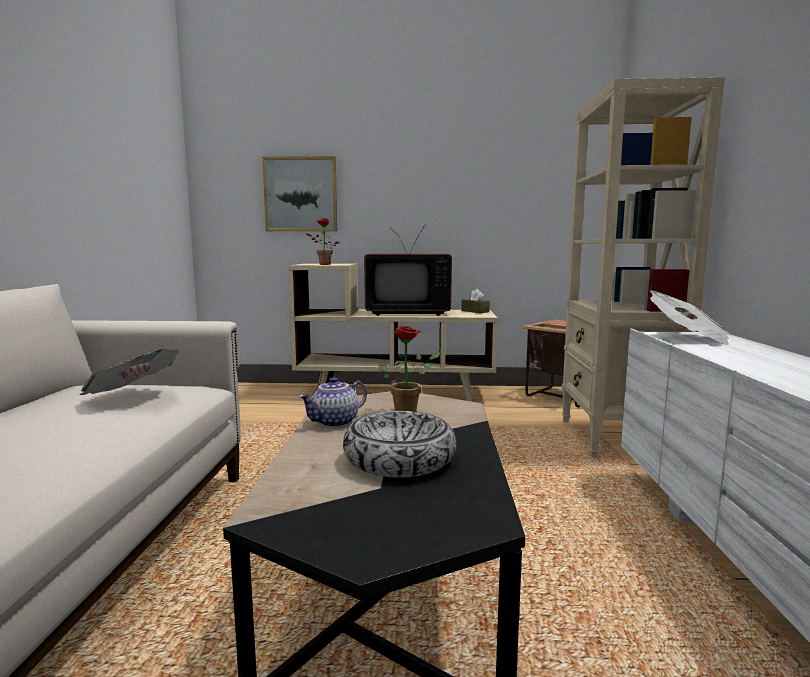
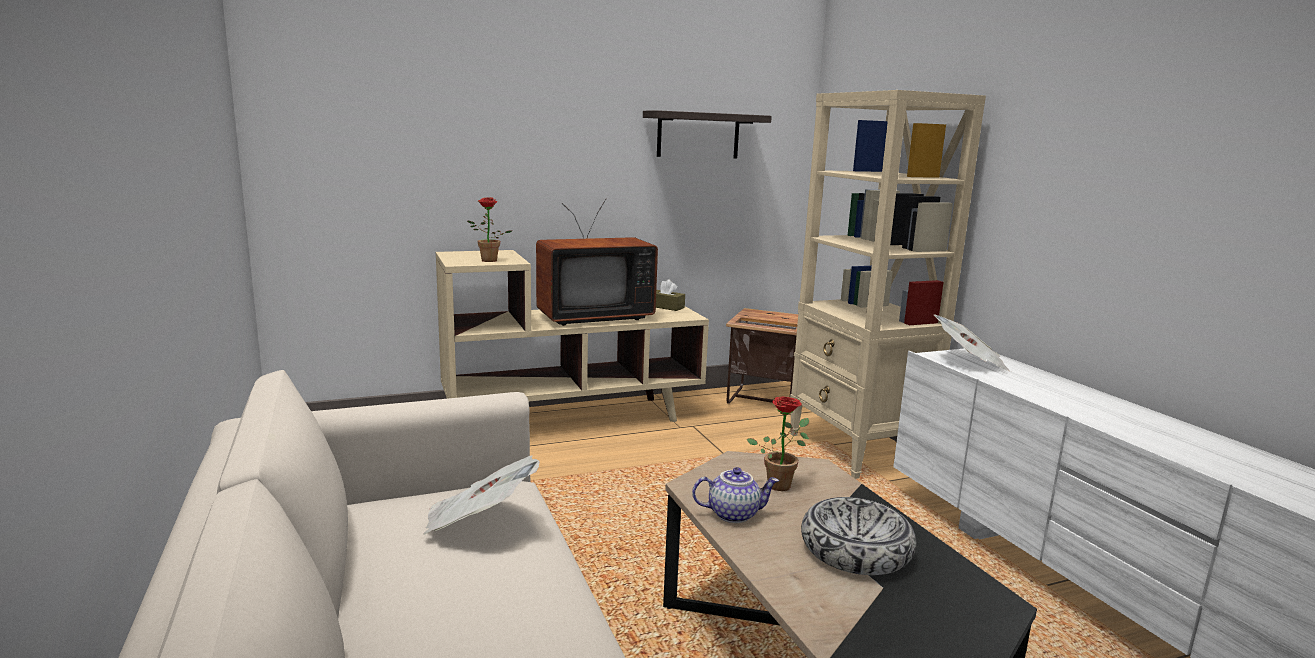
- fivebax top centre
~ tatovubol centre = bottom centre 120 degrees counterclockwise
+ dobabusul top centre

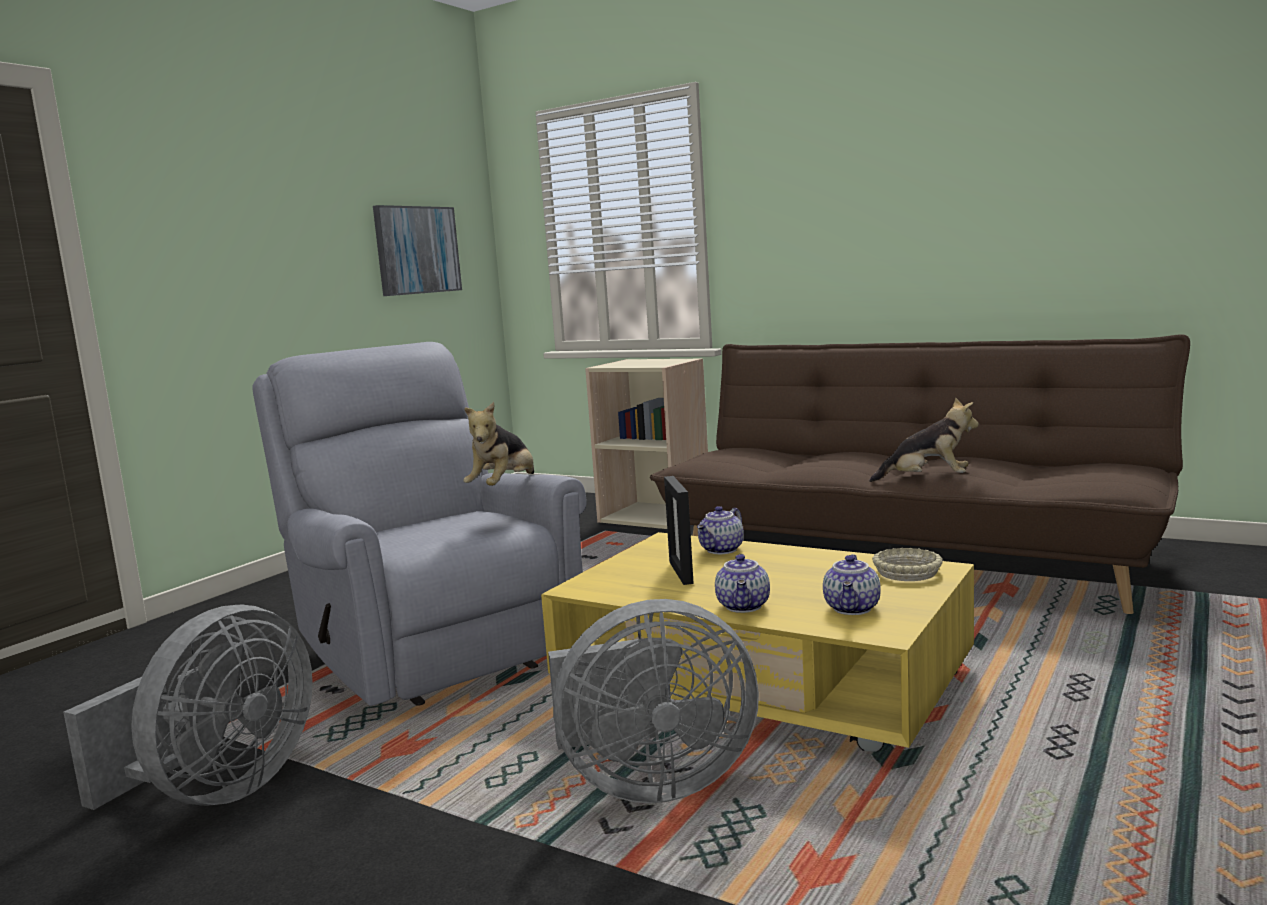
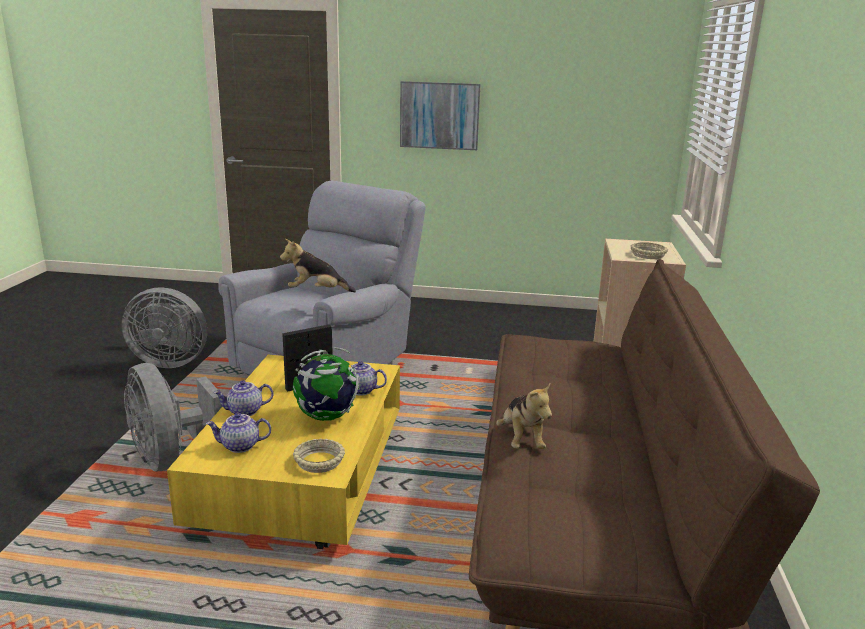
~ fivebax top left to top centre
+ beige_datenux (no. 2 from left) middle right
+ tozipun centre

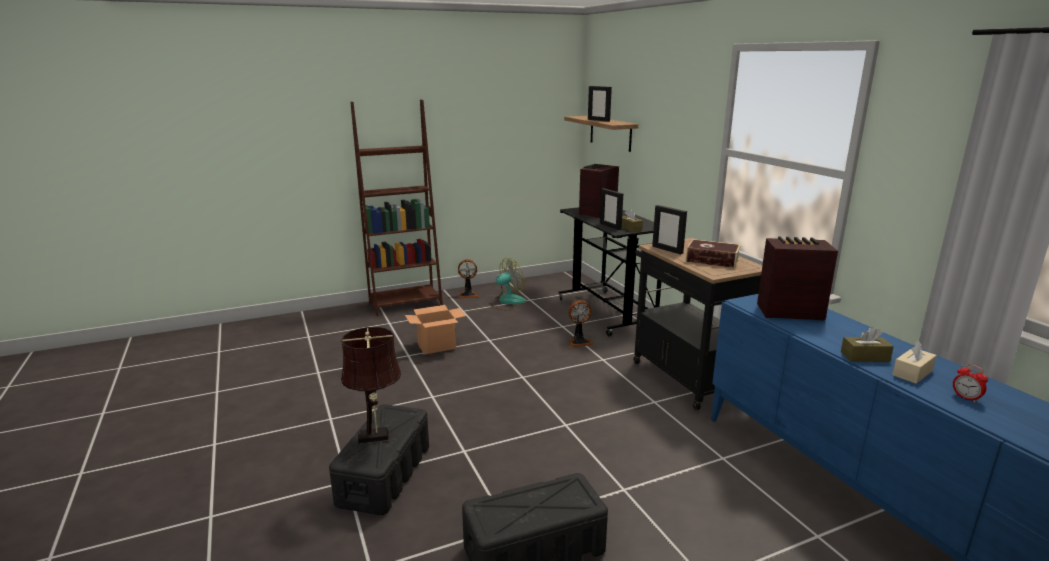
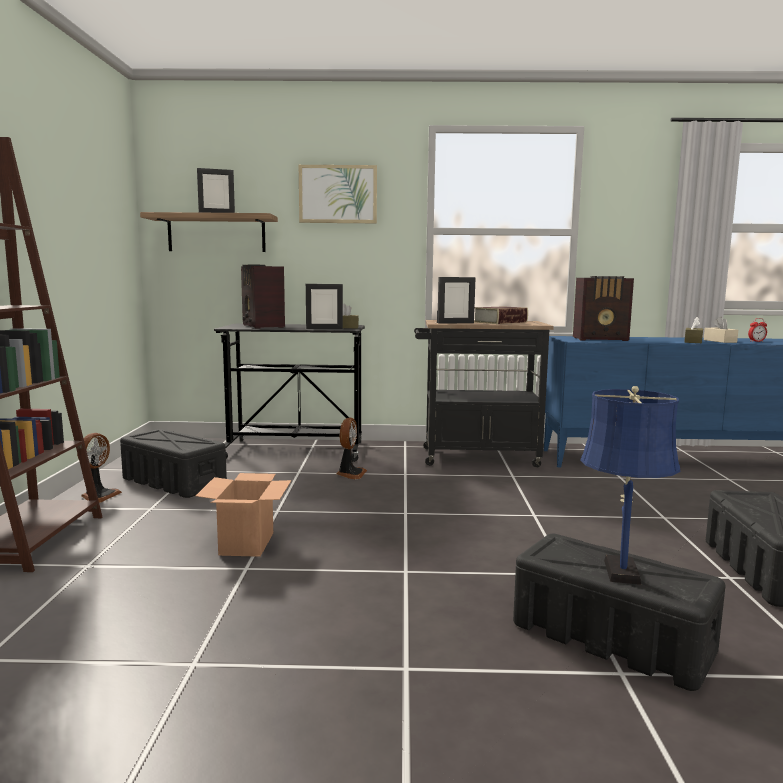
~ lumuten (no. 2 from left) middle right = middle right 120 degrees counterclockwise
~ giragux (no. 2 from left) centre to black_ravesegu (no. 1 from left) middle left
~ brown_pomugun bottom centre to blue_pomugun middle right
+ fivebax top centre

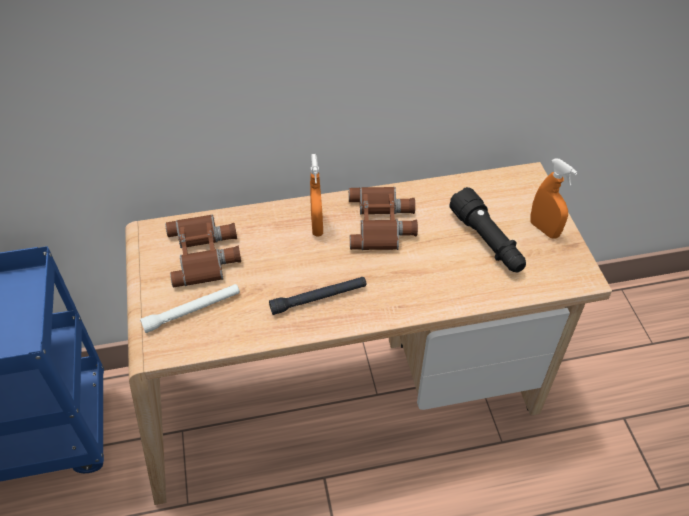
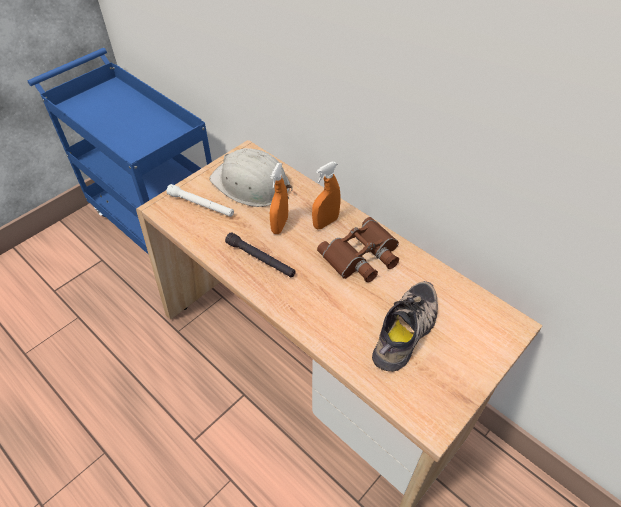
~ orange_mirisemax (no. 2 from left in the first image) middle right to orange_mirisemax (no. 1 from left) centre
~ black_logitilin (no. 2 from left) middle right to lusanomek centre
~ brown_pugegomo (no. 1 from left) middle left to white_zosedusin centre

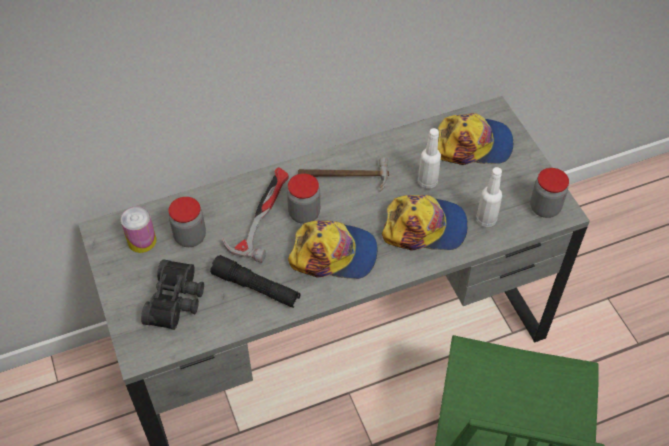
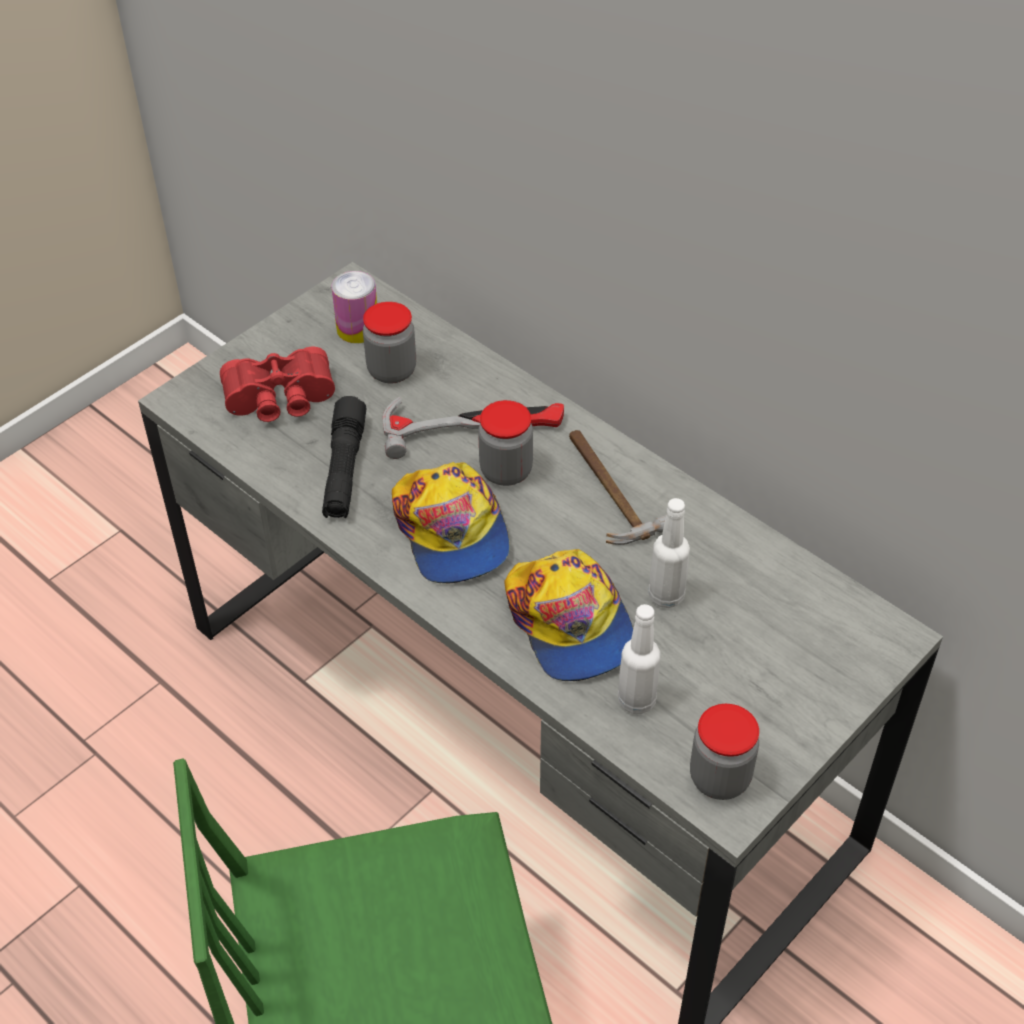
- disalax (no. 3 from left) top right
~ black_pugegomo middle left to red_pugegomo middle left

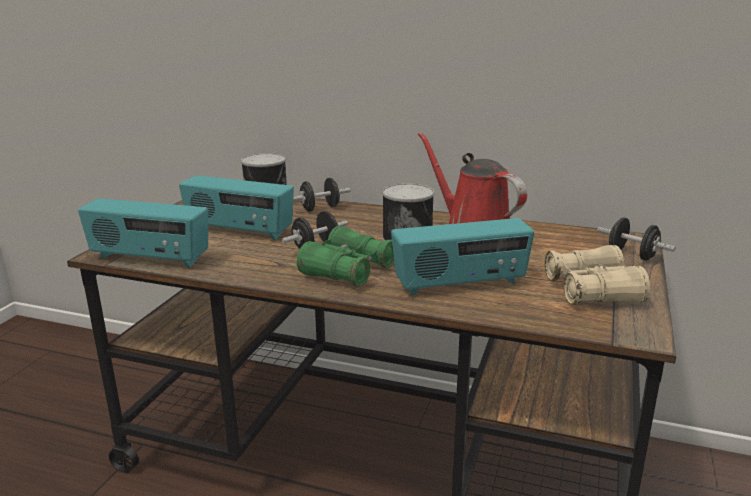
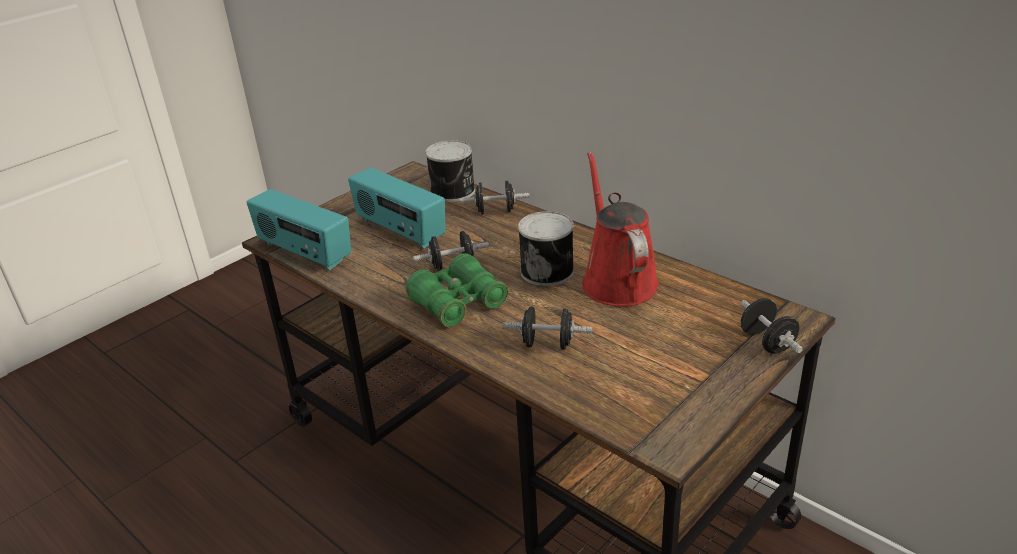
~ lumuten (no. 3 from left) centre to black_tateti (no. 3 from left) centre
- beige_pugegomo middle right

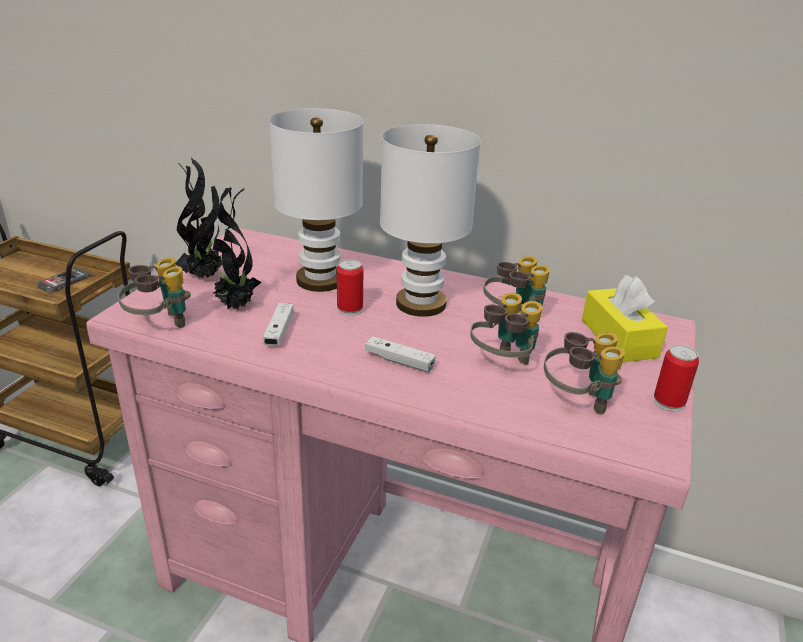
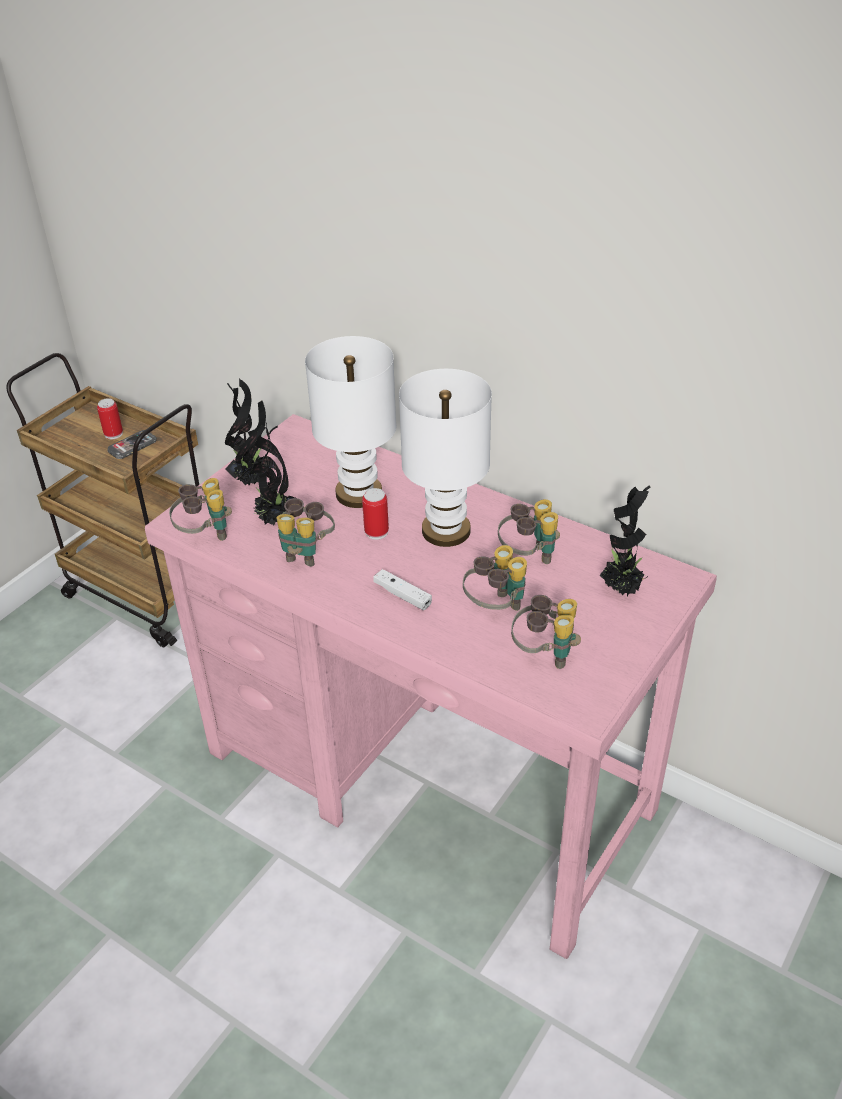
~ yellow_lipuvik middle right to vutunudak (no. 3 from left) middle right
~ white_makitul (no. 1 from left) centre to pugegomo (no. 2 from left) centre
~ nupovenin (no. 2 from left in the first image) middle right to nupovenin (no. 1 from left) middle left

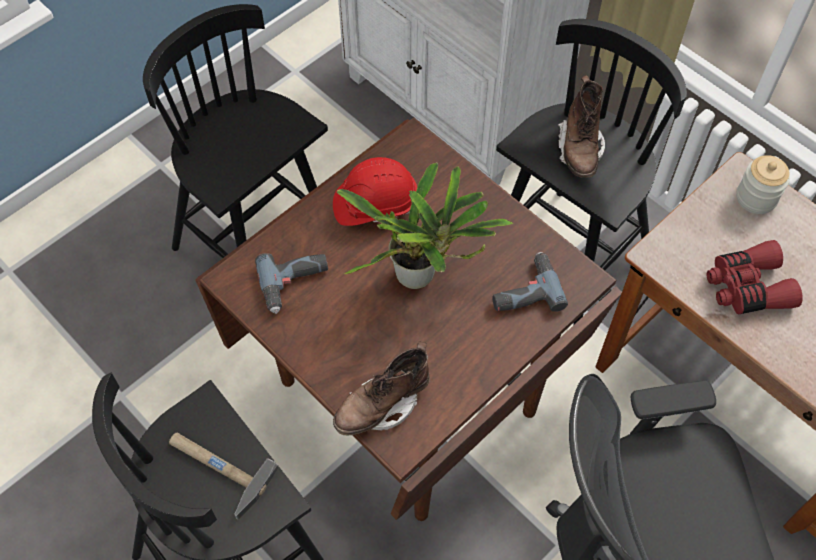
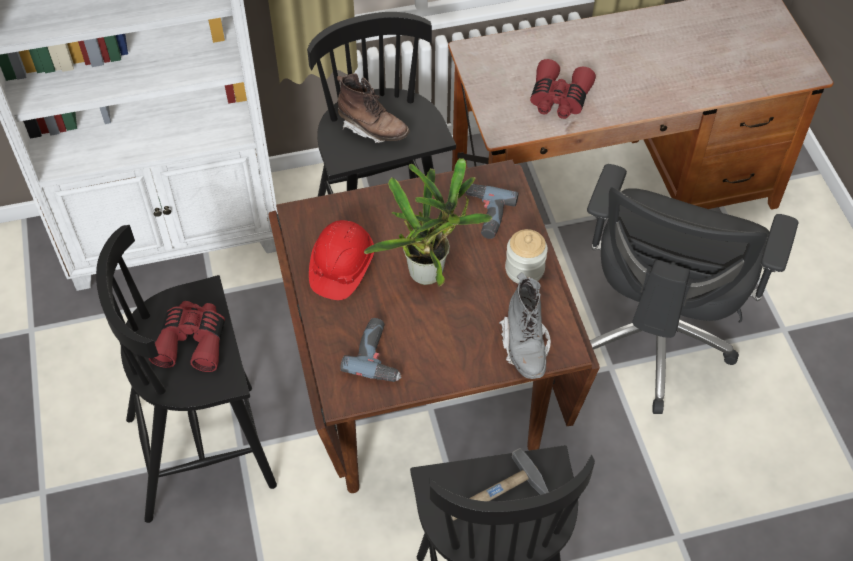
~ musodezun top right to centre
~ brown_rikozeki (no. 1 from left) bottom centre to grey_rikozeki centre
+ red_pugegomo (no. 1 from left) middle left

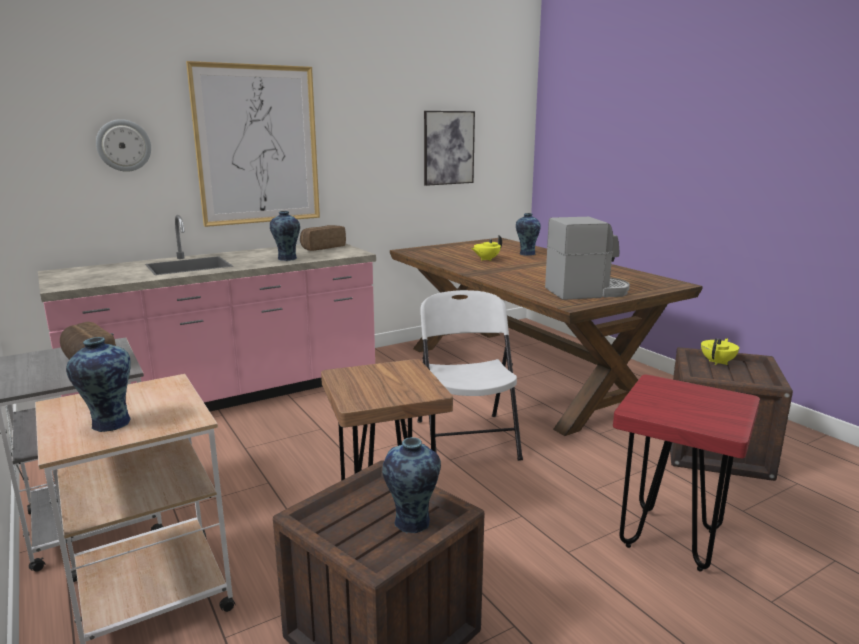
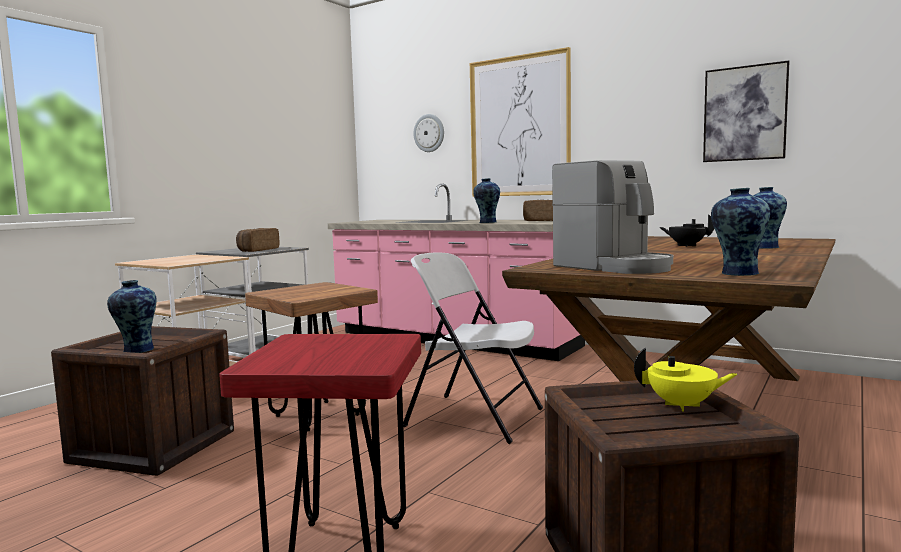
~ yellow_tatovubol (no. 1 from left) centre to black_tatovubol middle right
~ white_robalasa centre = centre 120 degrees counterclockwise
~ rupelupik (no. 1 from left in the first image) middle left to rupelupik (no. 3 from left) middle right

